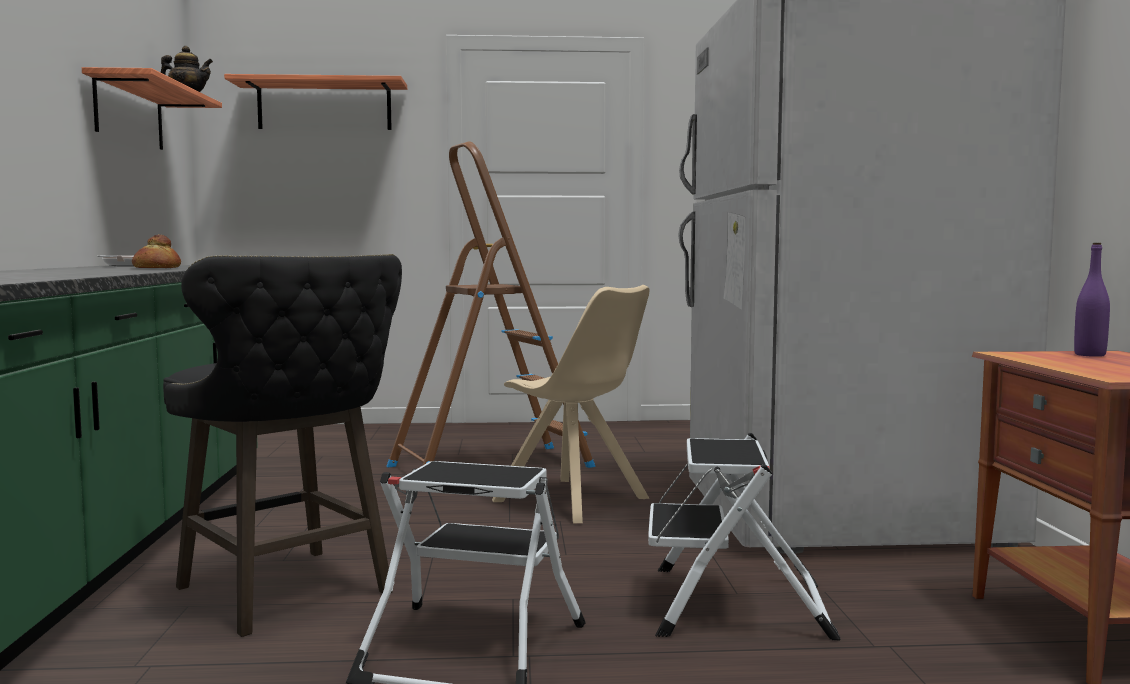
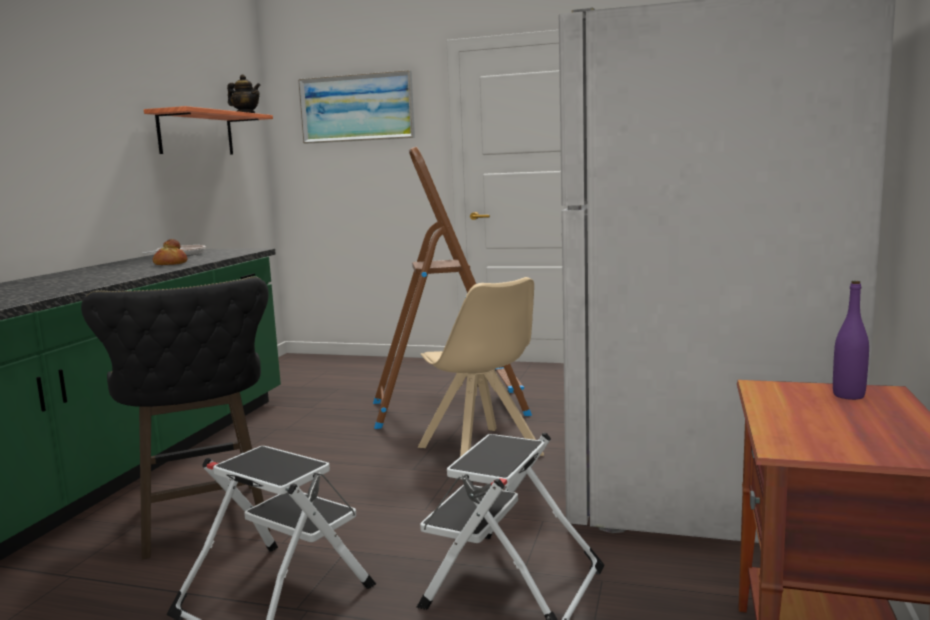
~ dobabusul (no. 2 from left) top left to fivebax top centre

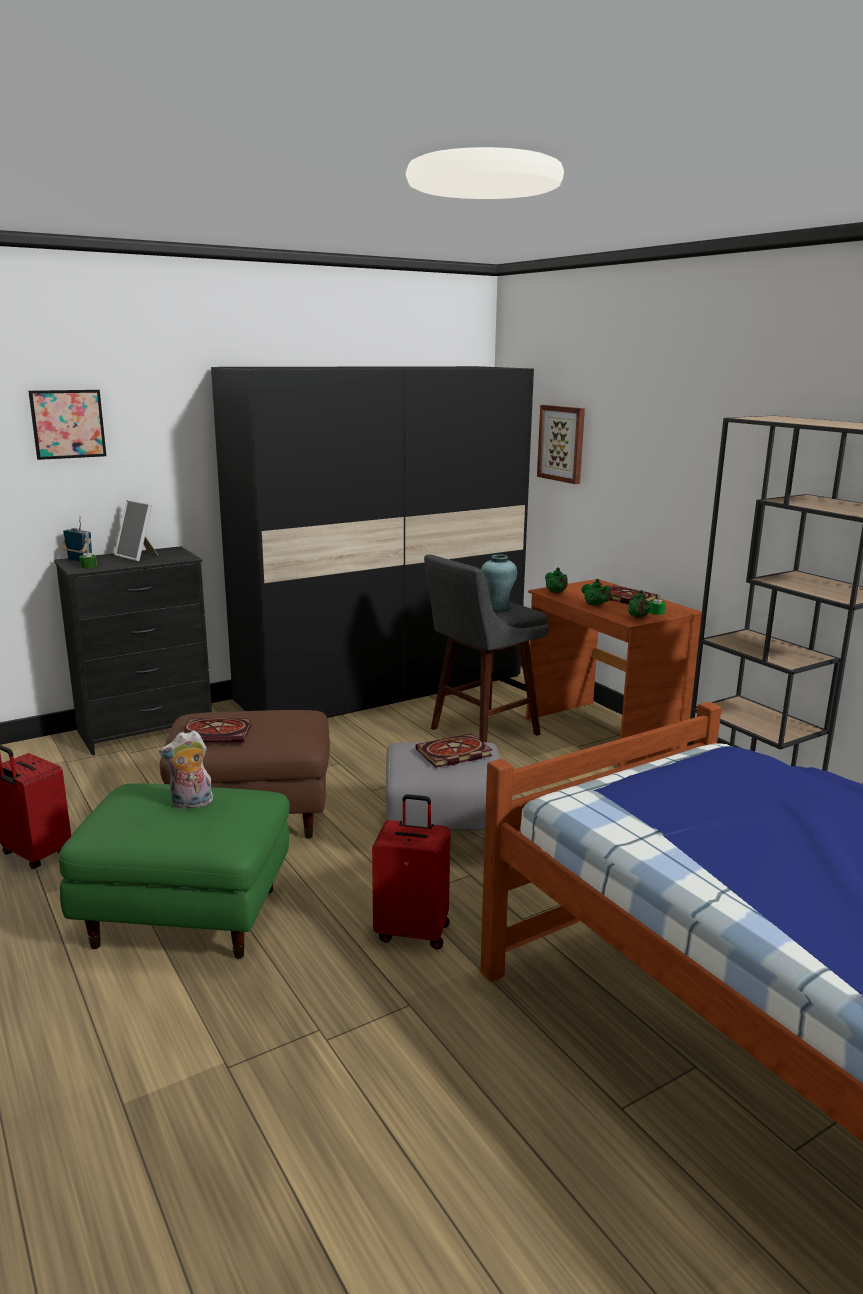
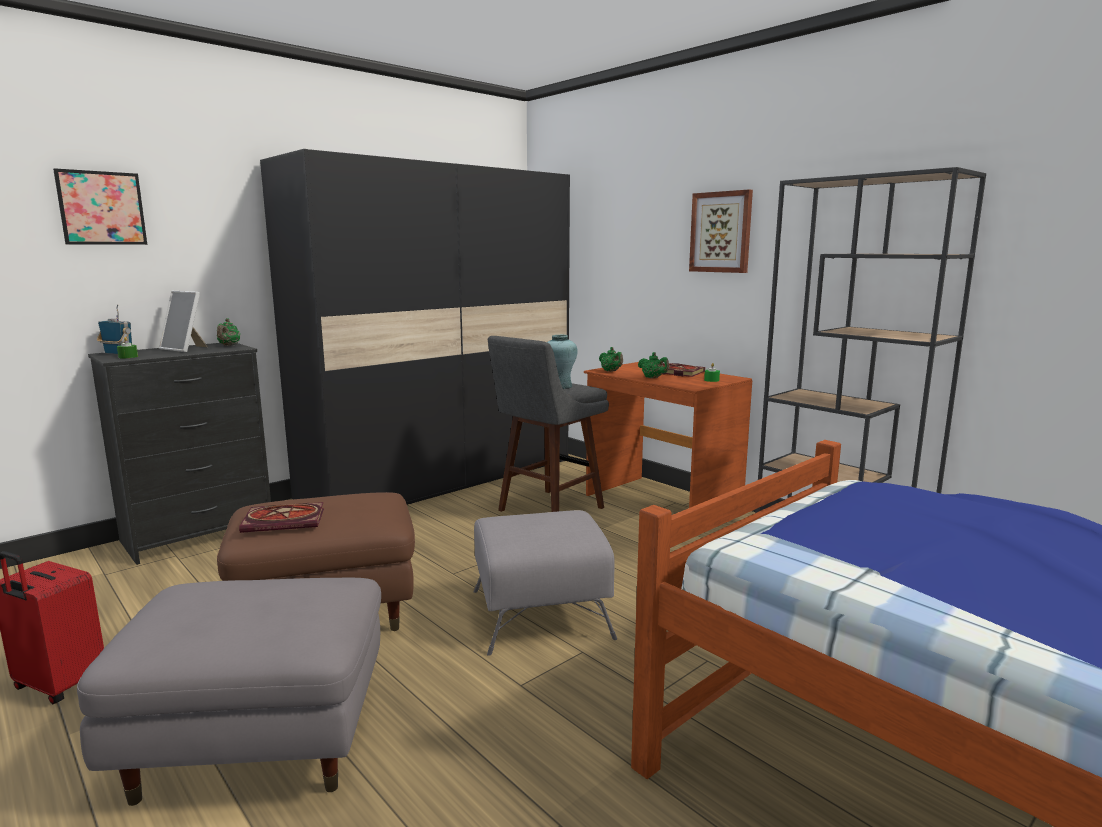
~ fivebax (no. 2 from left) centre to top centre
~ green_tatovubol (no. 3 from left in the first image) middle right to green_tatovubol (no. 1 from left) middle left
- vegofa middle left
- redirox (no. 2 from left) centre
~ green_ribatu bottom left to grey_ribatu (no. 1 from left) bottom left
- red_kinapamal (no. 2 from left) bottom centre

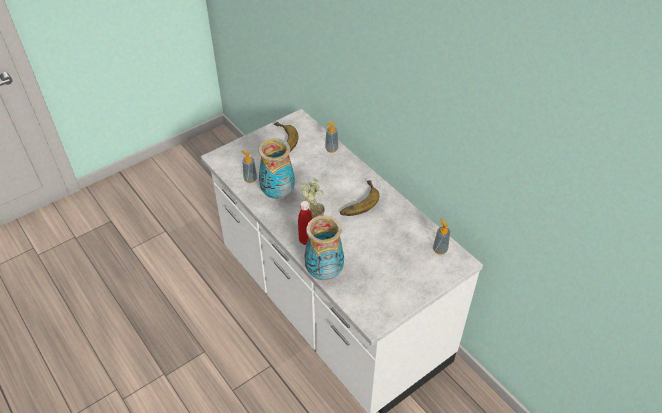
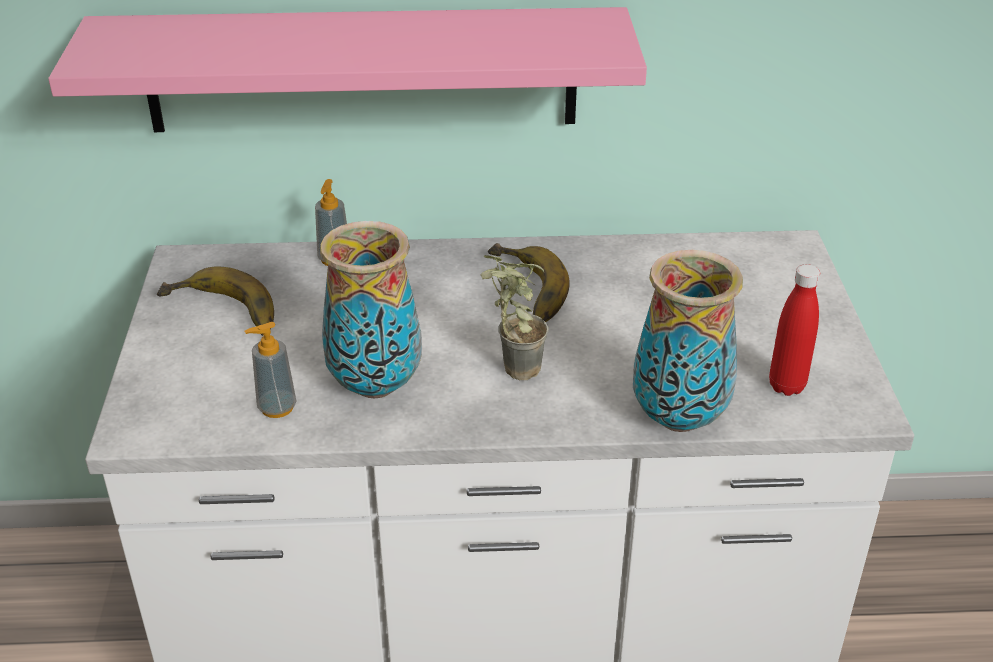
~ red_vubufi centre to middle right
- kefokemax (no. 3 from left) centre
+ pink_dobabusul top centre

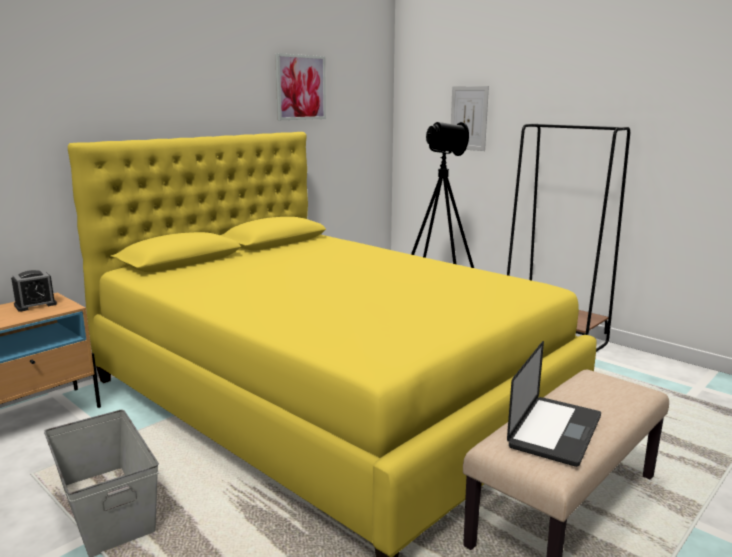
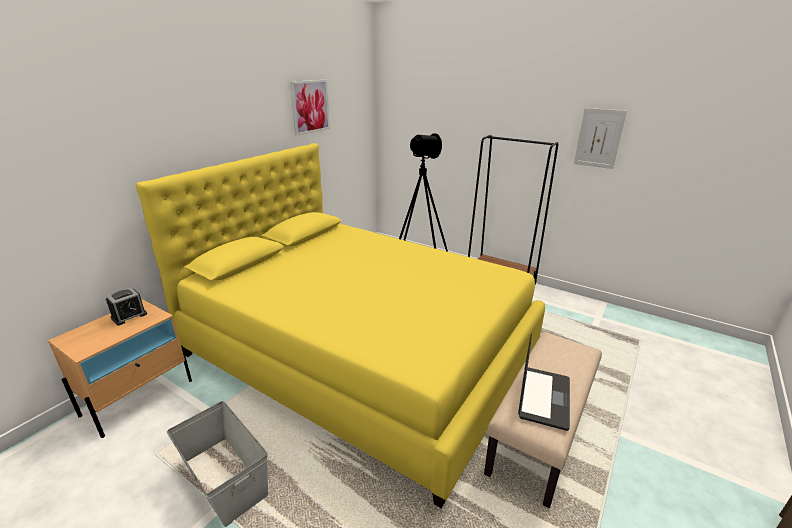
~ fivebax (no. 2 from left) top centre to top right

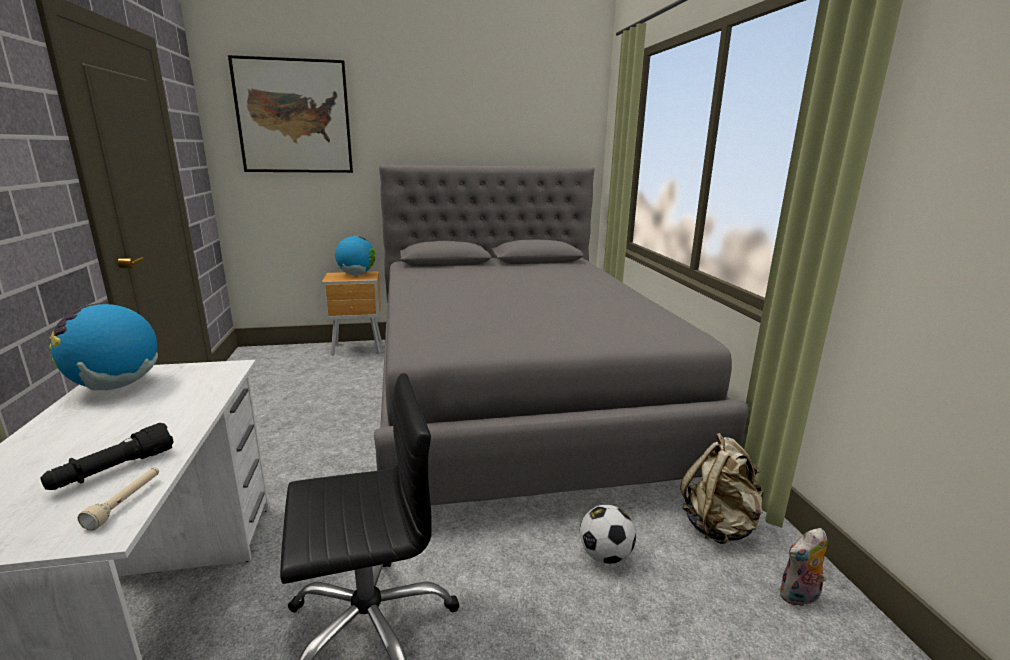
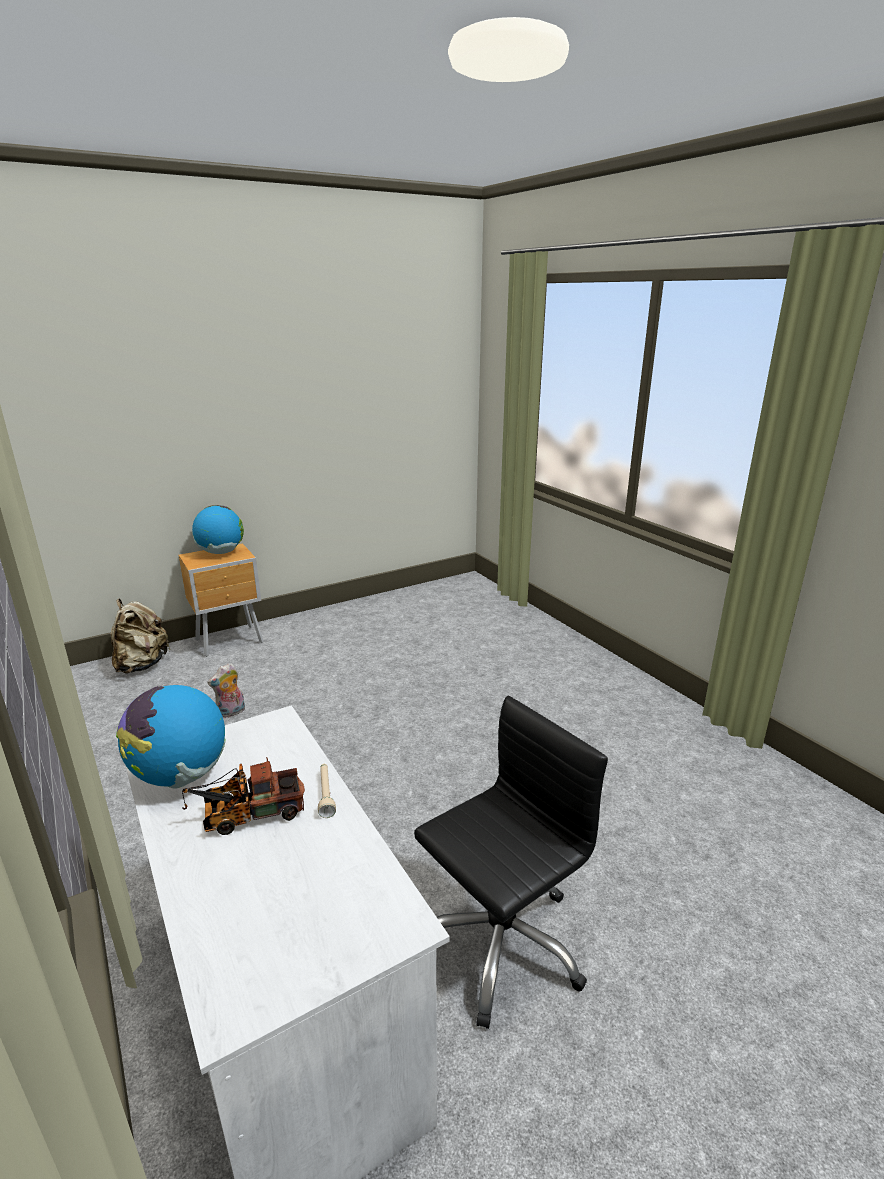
- fivebax top left
- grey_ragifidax centre
- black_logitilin bottom left
~ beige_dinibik bottom right to middle left
~ beige_logitilin bottom left to bottom centre
- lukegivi bottom centre
~ vegofa bottom right to middle left
+ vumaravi bottom left

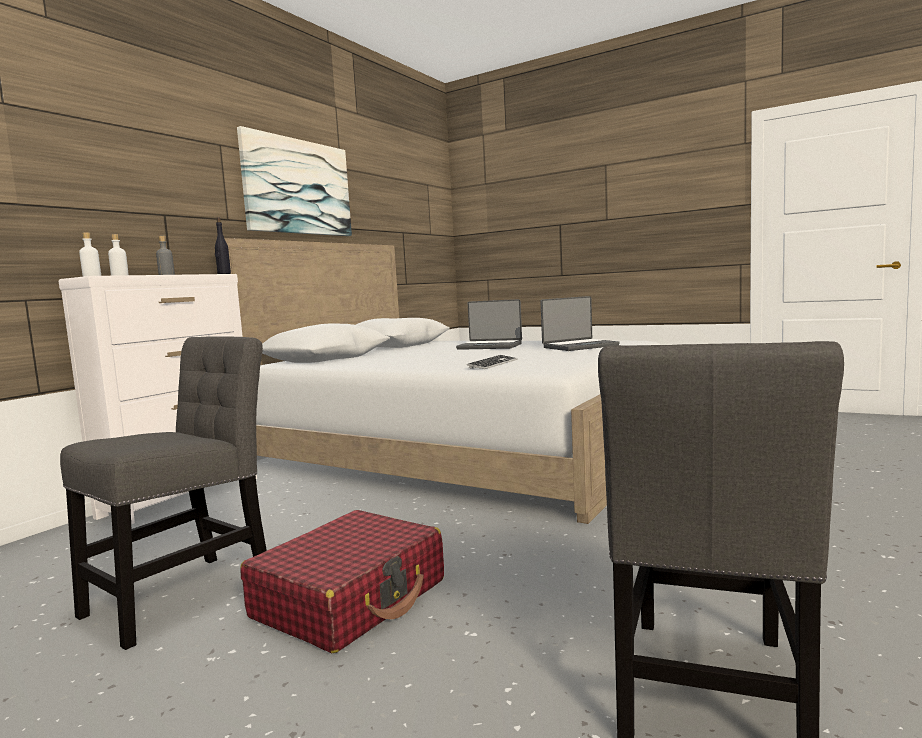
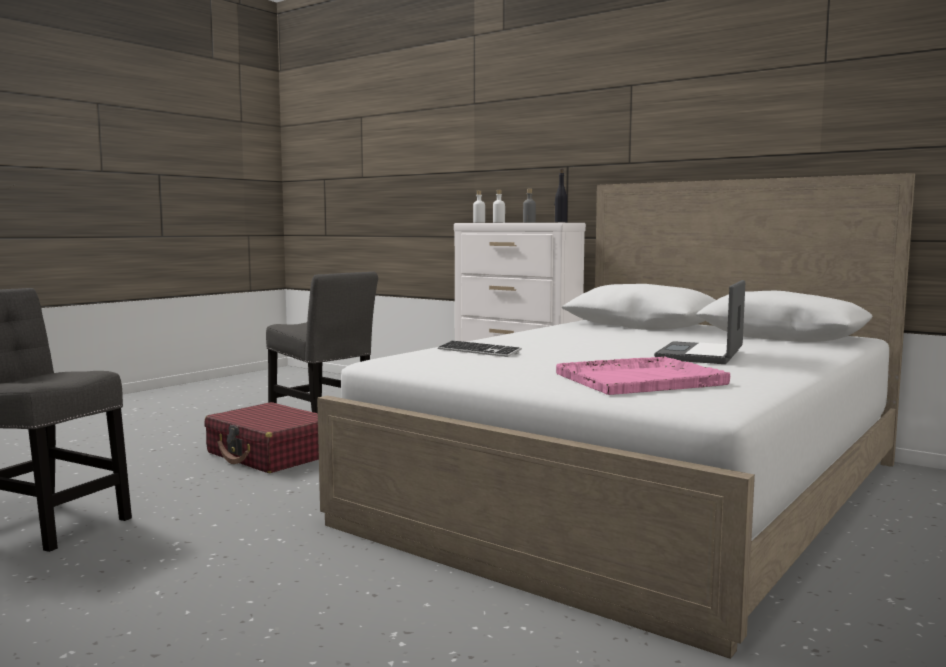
- fivebax top left
~ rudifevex (no. 2 from left) centre to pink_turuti middle right

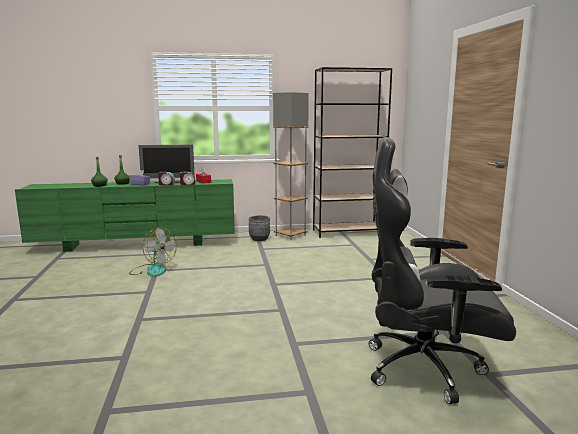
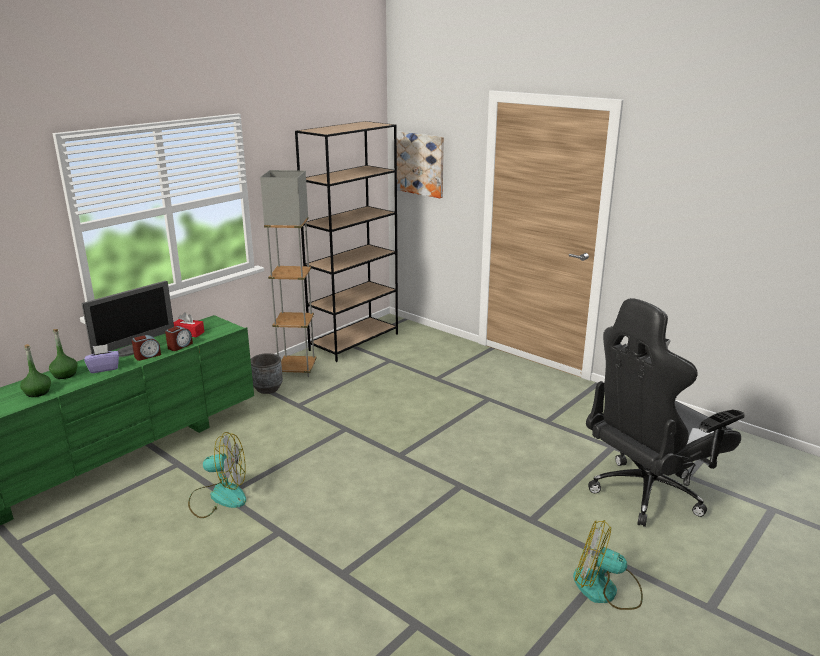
+ fivebax top centre
+ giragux (no. 2 from left) bottom right

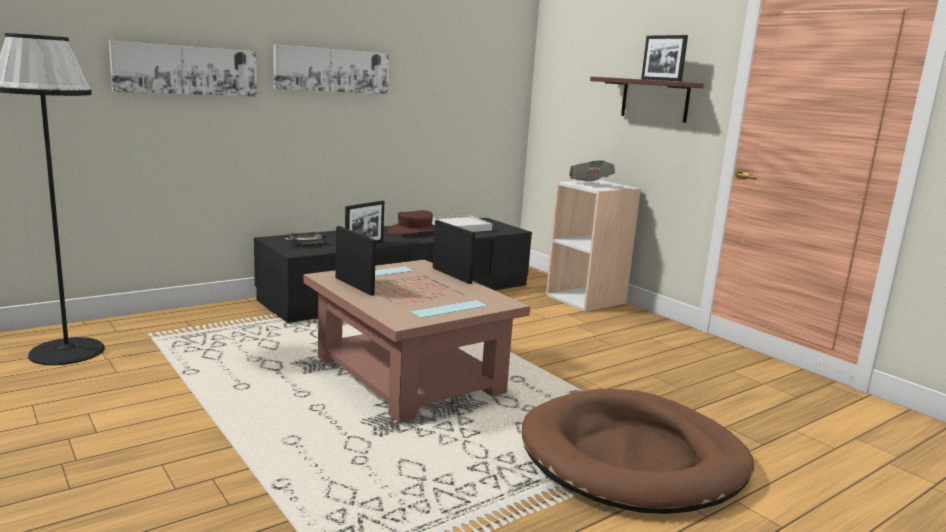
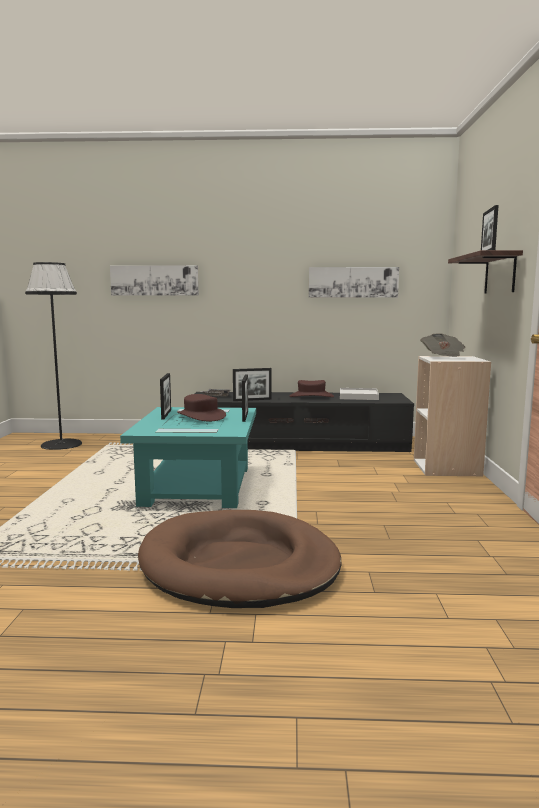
~ fivebax (no. 2 from left) top centre to centre
~ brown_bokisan centre to turquoise_bokisan centre
+ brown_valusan (no. 1 from left) centre

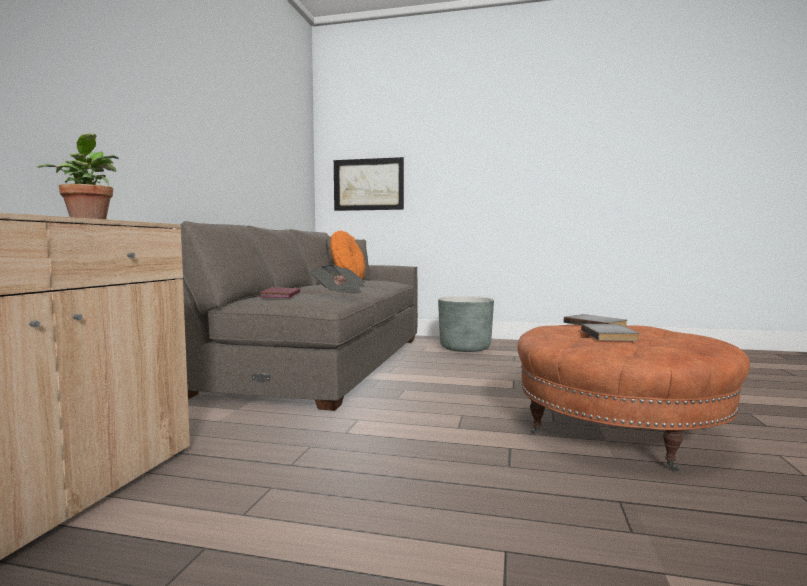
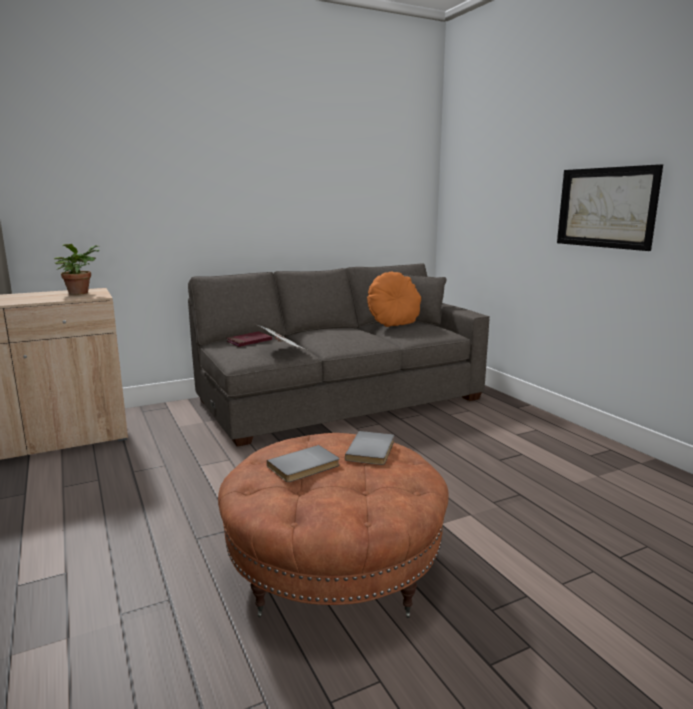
~ fivebax top centre to top right
- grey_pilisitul centre

